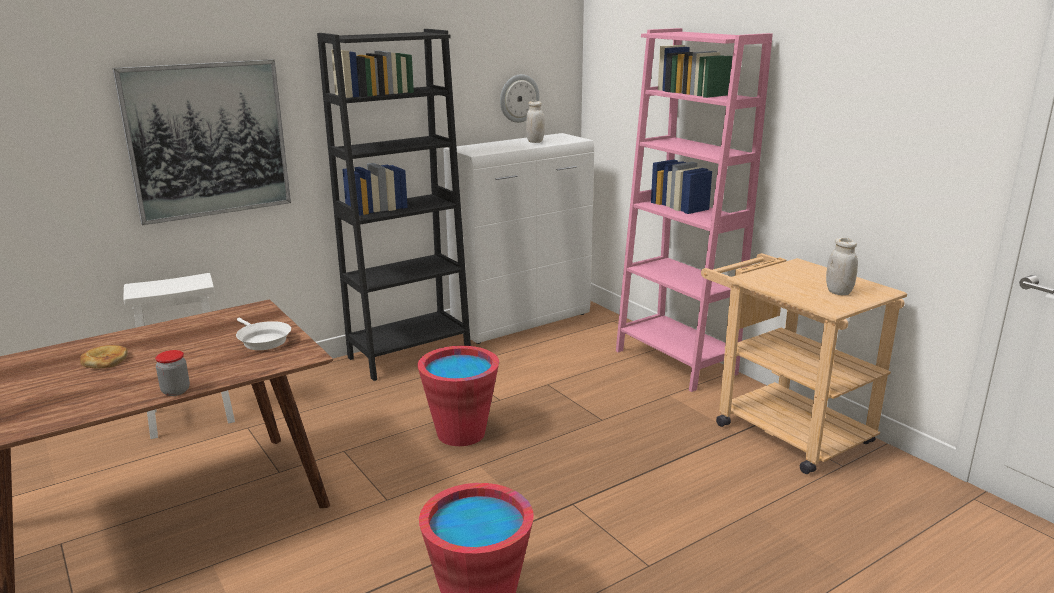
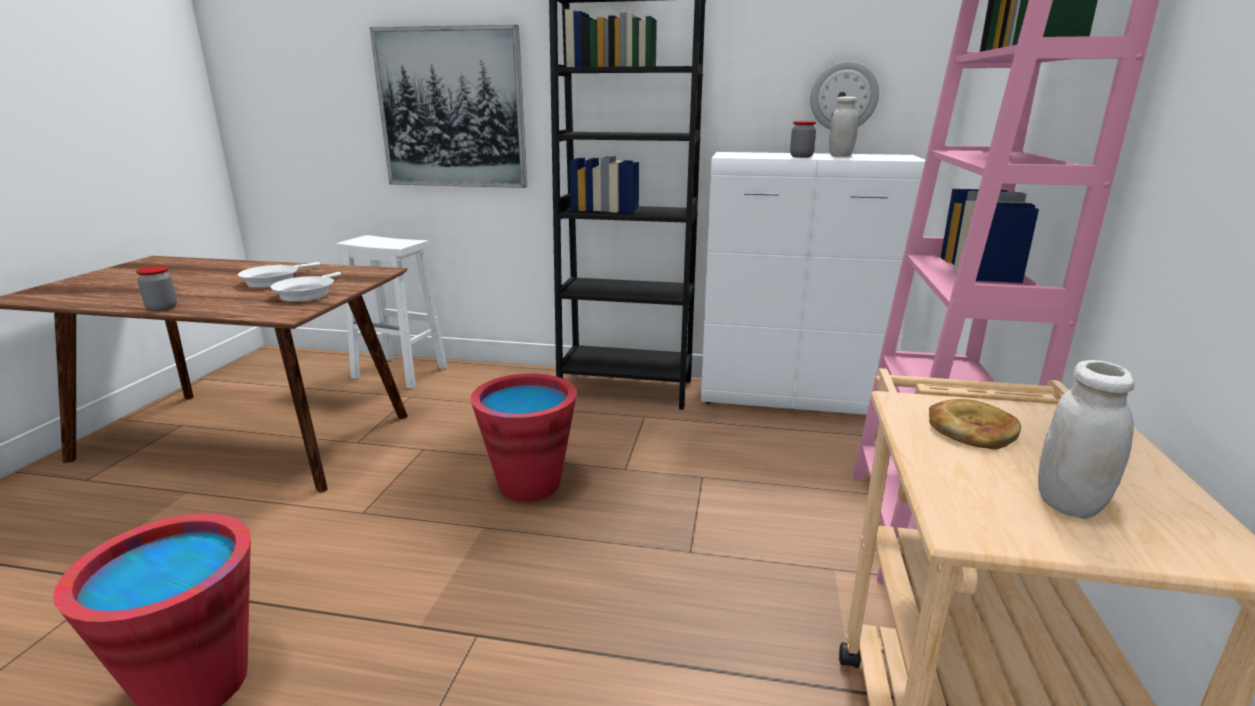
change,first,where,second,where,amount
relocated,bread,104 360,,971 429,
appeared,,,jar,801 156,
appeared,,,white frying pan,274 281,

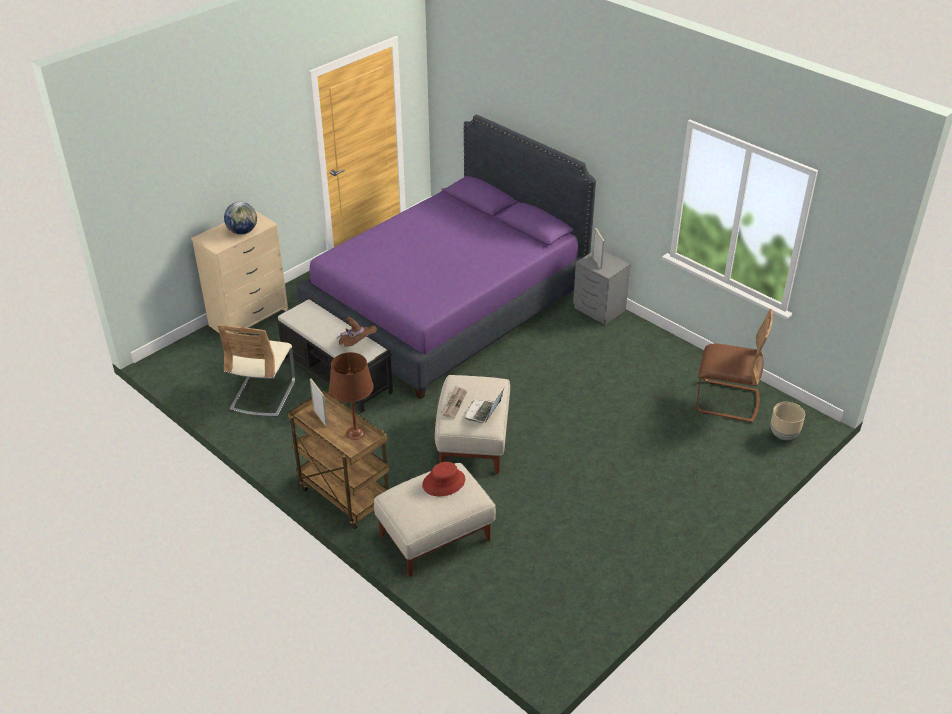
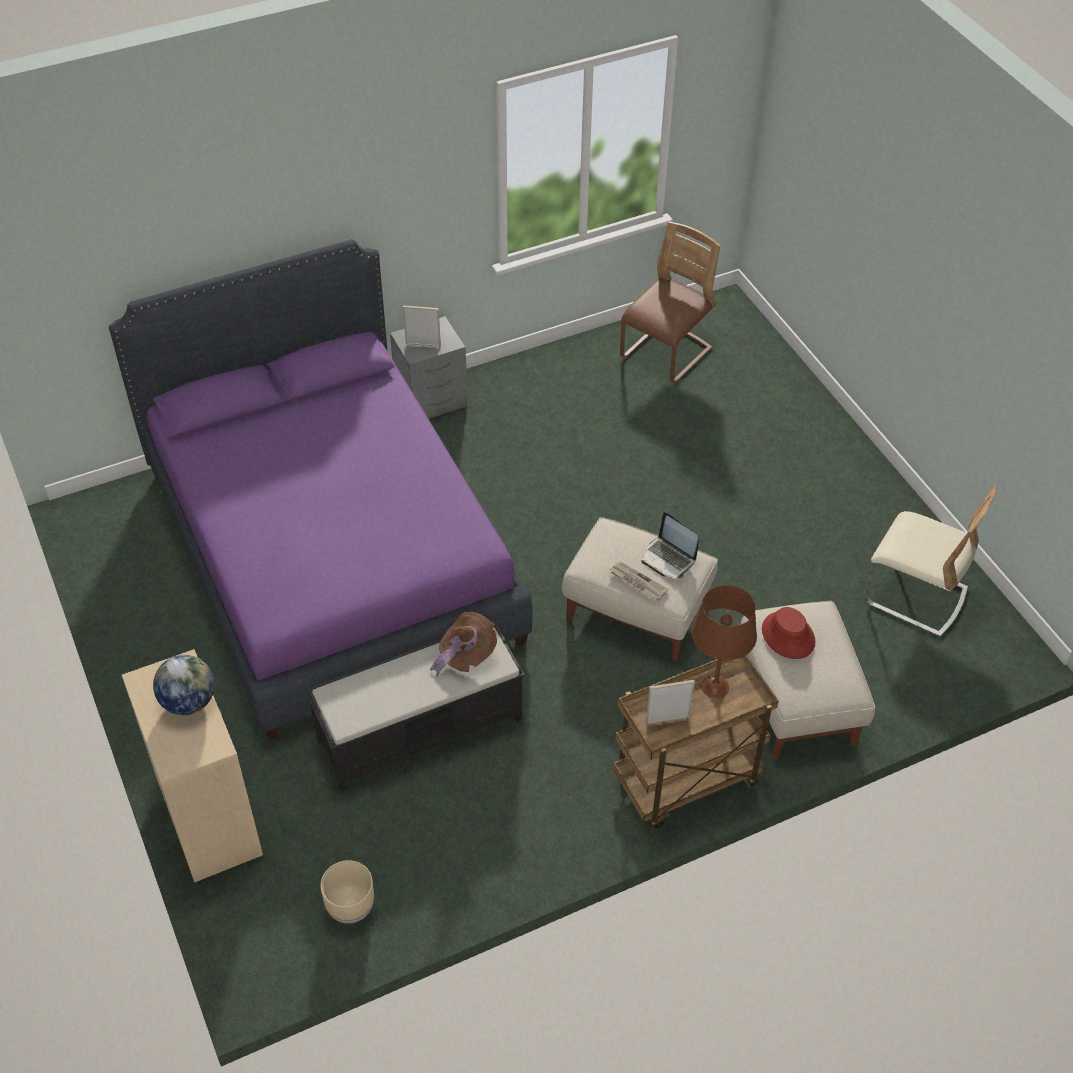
change,first,where,second,where,amount
relocated,beige chair,263 395,,915 596,
relocated,beige planter,783 434,,350 908,

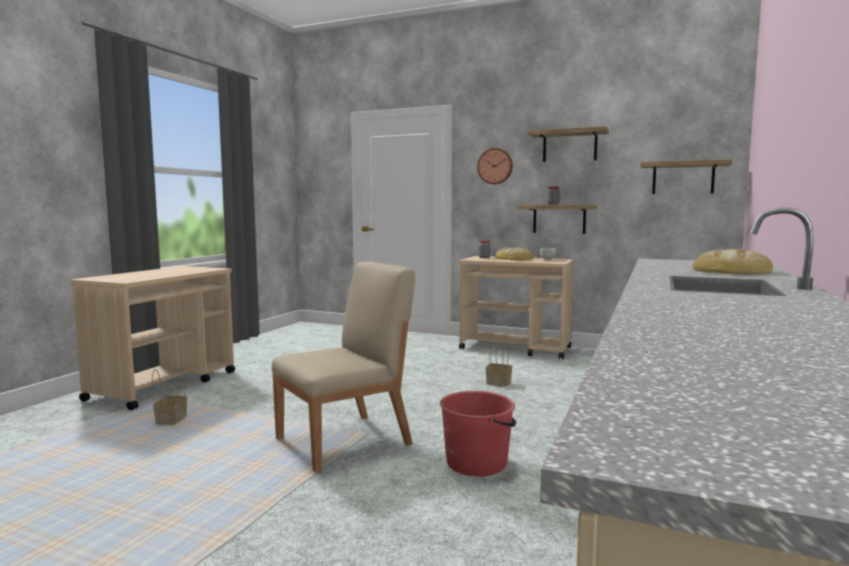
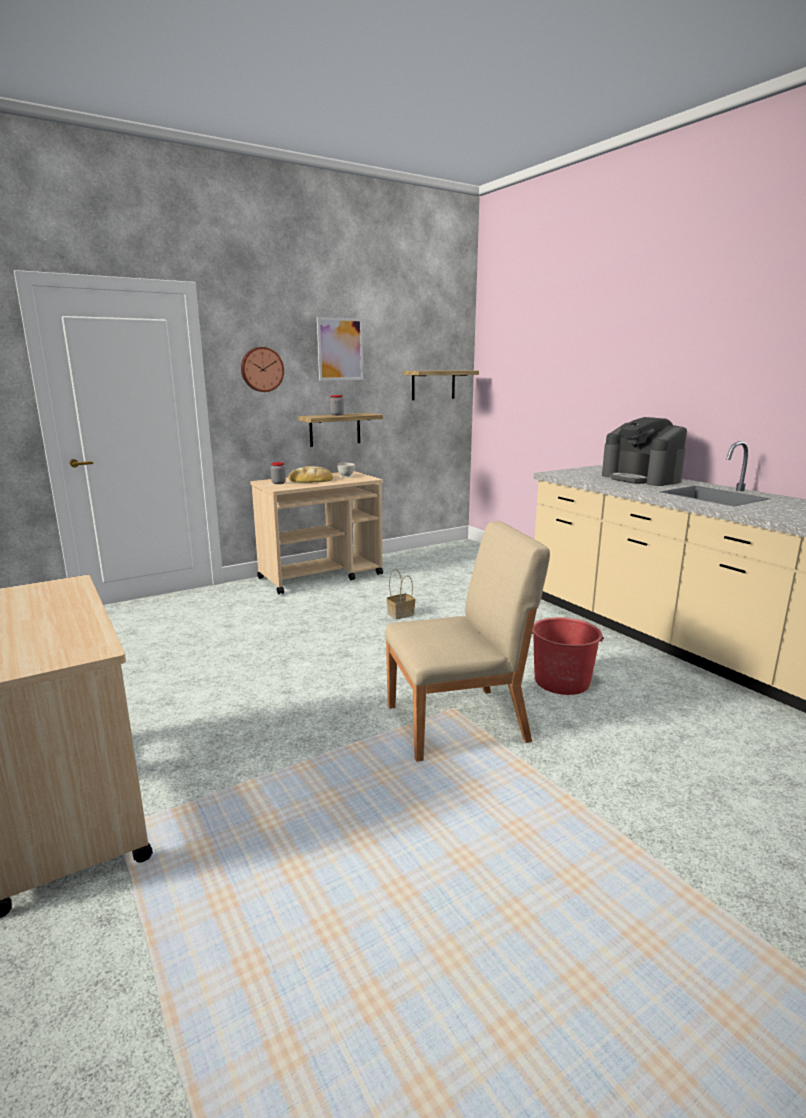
change,first,where,second,where,amount
exchanged,shelf,569 146,picture,340 349,
exchanged,bread,731 270,coffee machine,641 478,
spun,beige chair,345 441,,458 723,75 degrees clockwise
missing,basket,171 420,,,

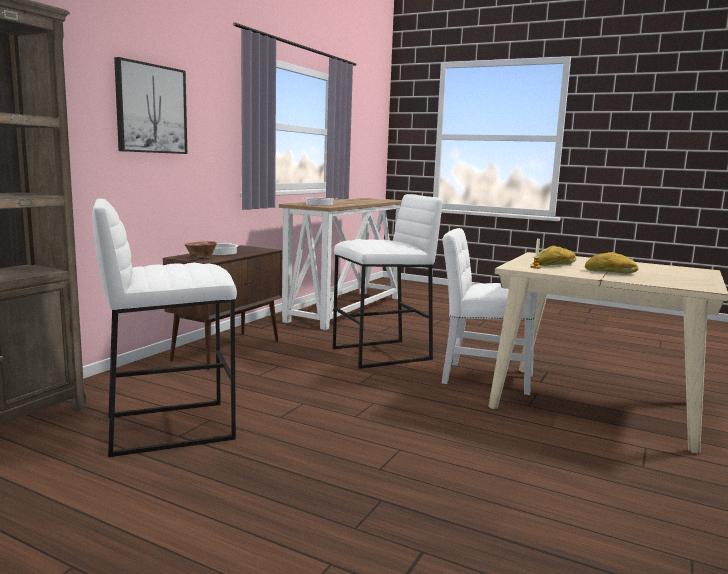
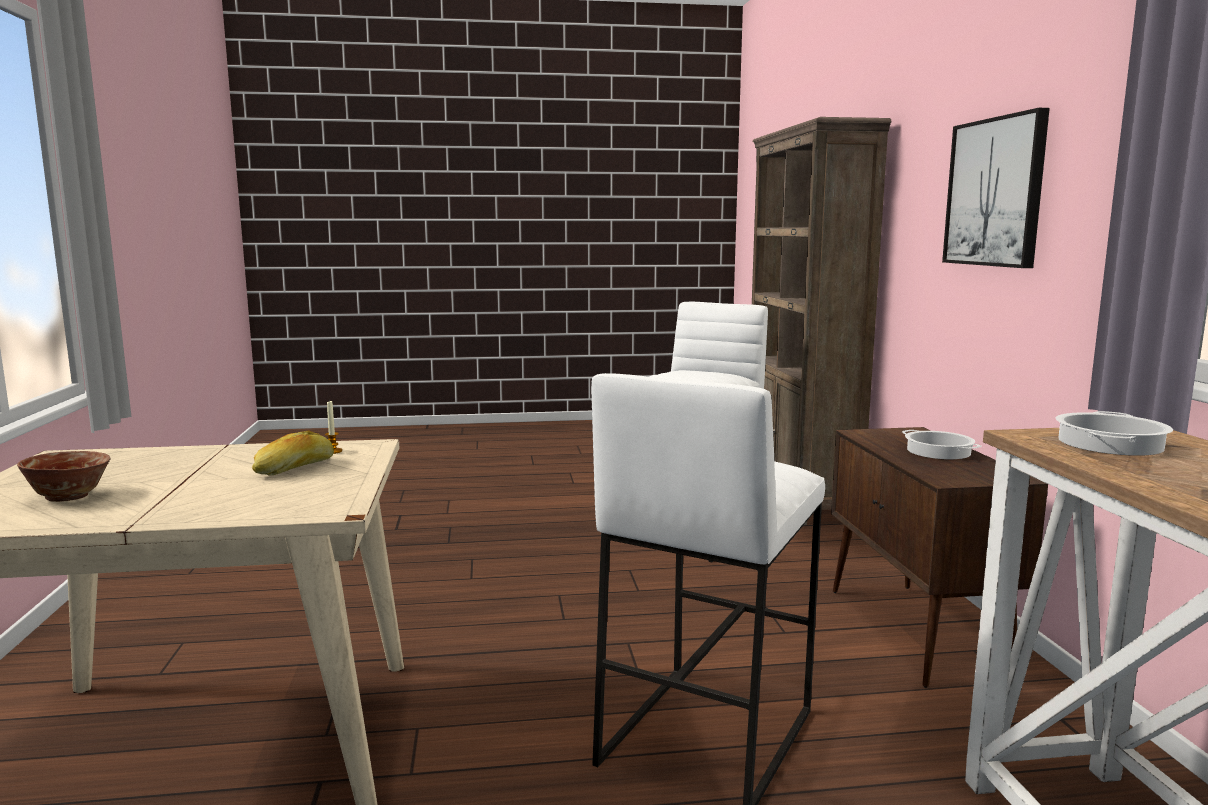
change,first,where,second,where,amount
missing,white chair,482 378,,,
relocated,bowl,201 258,,69 497,
missing,bread,610 272,,,

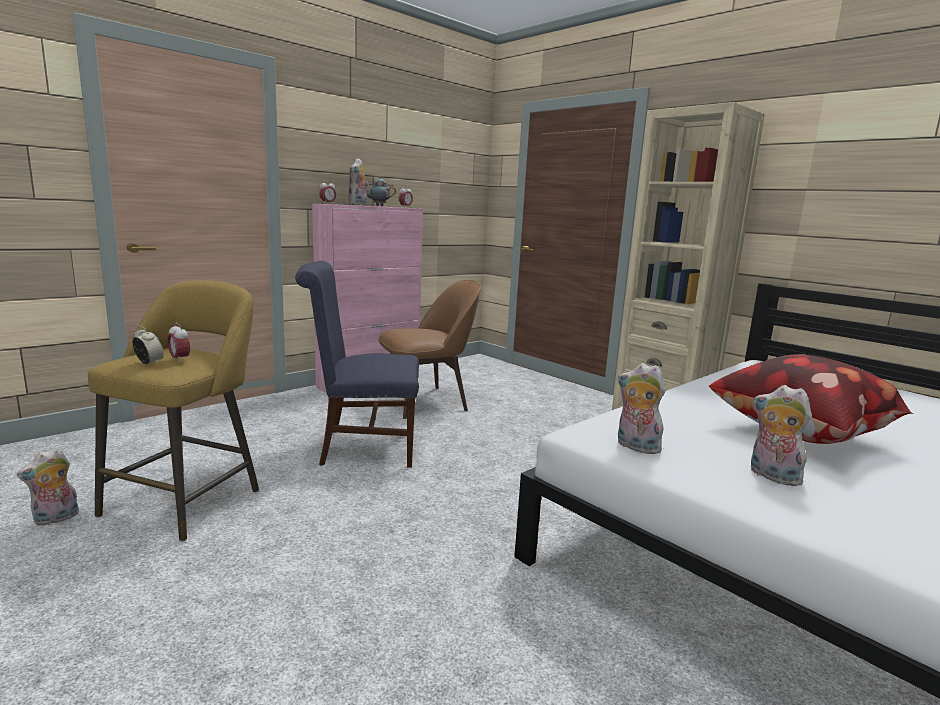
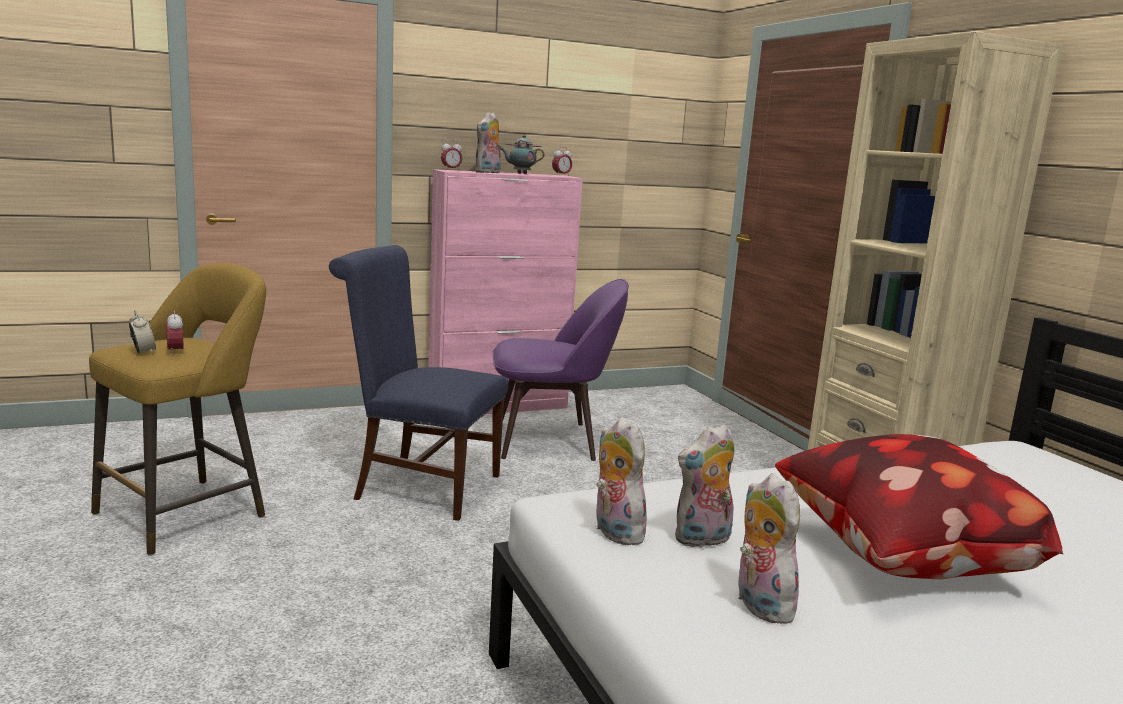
change,first,where,second,where,amount
colour,brown chair,426 401,purple chair,550 440,
relocated,plush toy,56 519,,702 540,

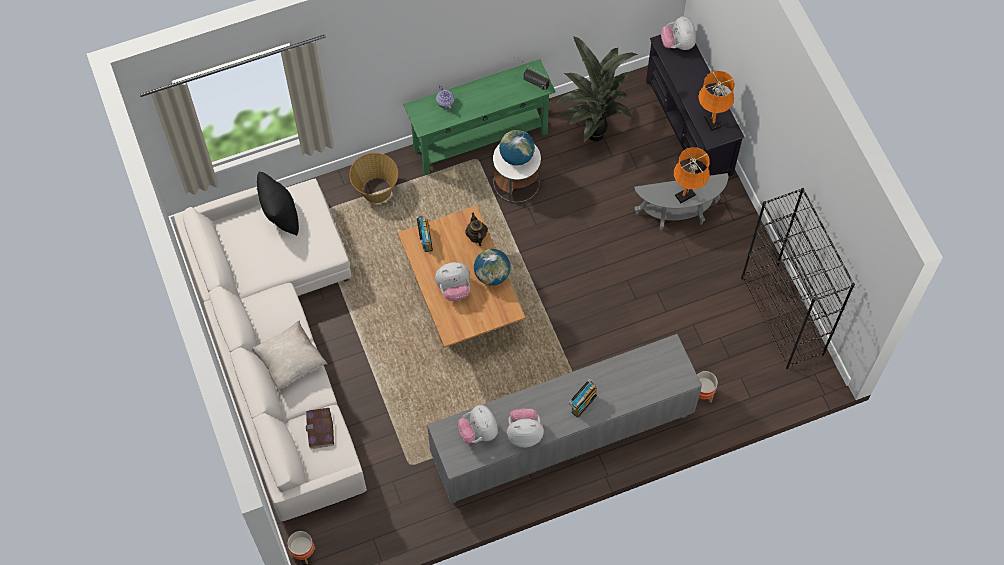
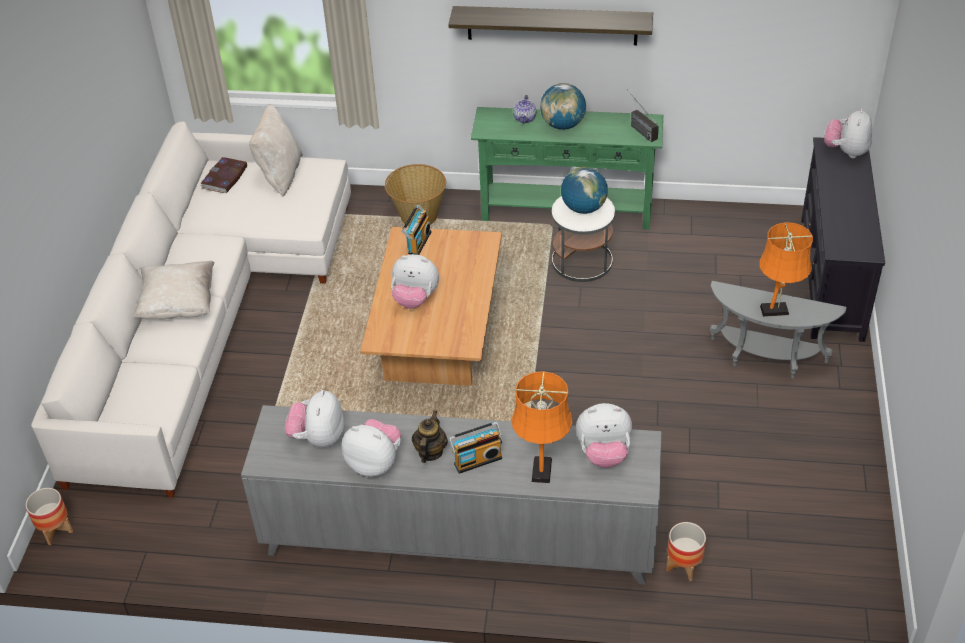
change,first,where,second,where,amount
missing,potted plant,593 131,,,
relocated,orange table lamp,711 120,,542 467,
colour,black pillow,280 215,beige pillow,280 175,
missing,black bookcase,782 316,,,
relocated,teapot,476 236,,430 452,
relocated,globe,492 275,,562 125,
relocated,book,320 429,,224 177,
appeared,,,shelf,552 25,
appeared,,,plush toy,603 453,

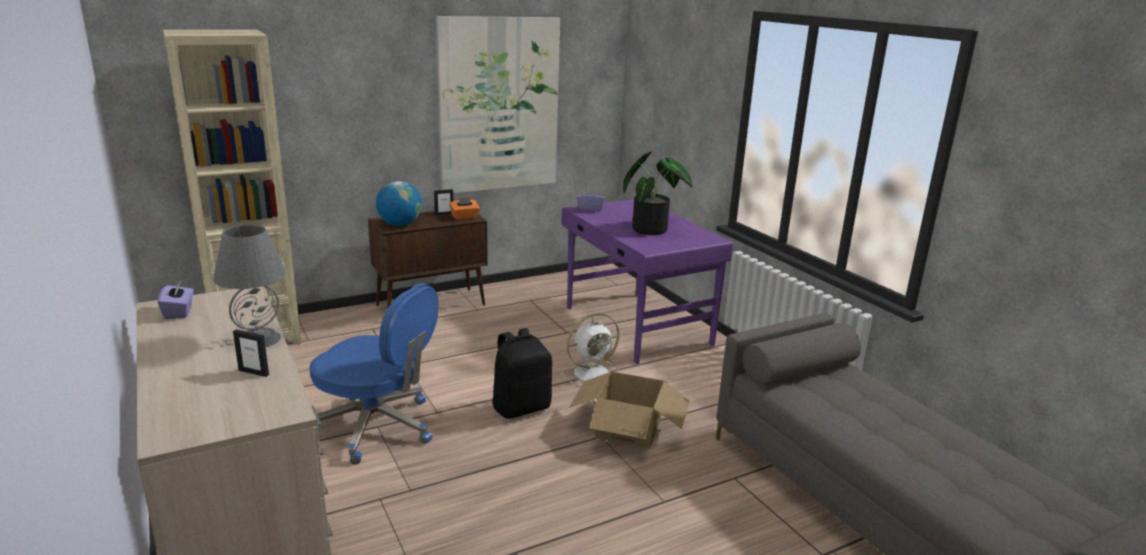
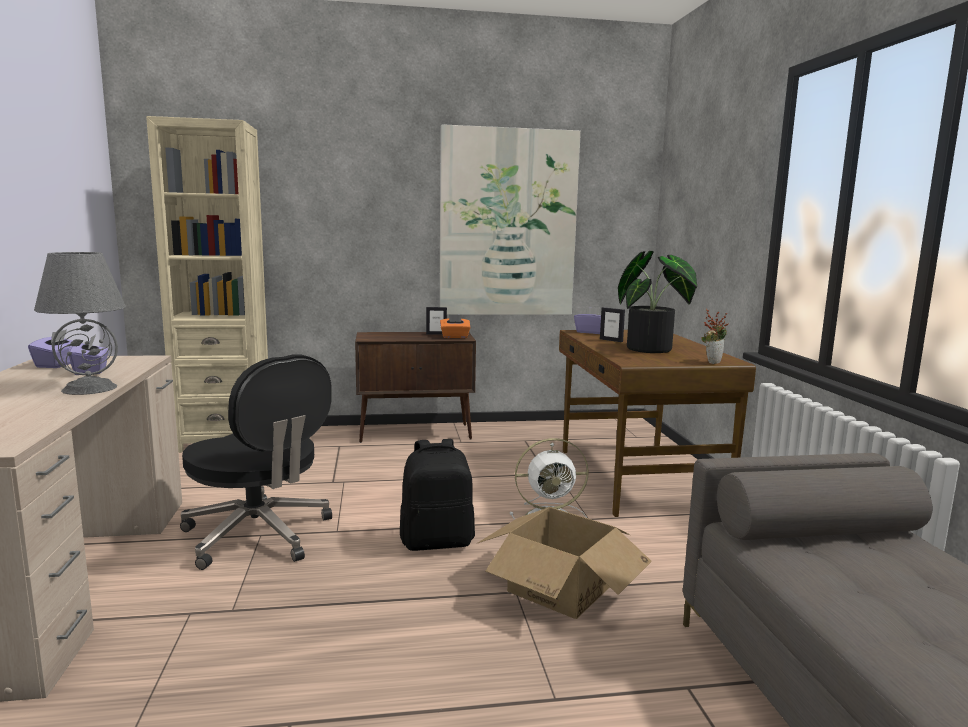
change,first,where,second,where,amount
missing,globe,400 224,,,
colour,purple desk,636 326,brown desk,637 478,
colour,blue office chair,377 427,black office chair,259 535,
relocated,picture frame,254 372,,611 340,
appeared,,,potted plant,712 362,
appeared,,,purple tissue box,91 371,

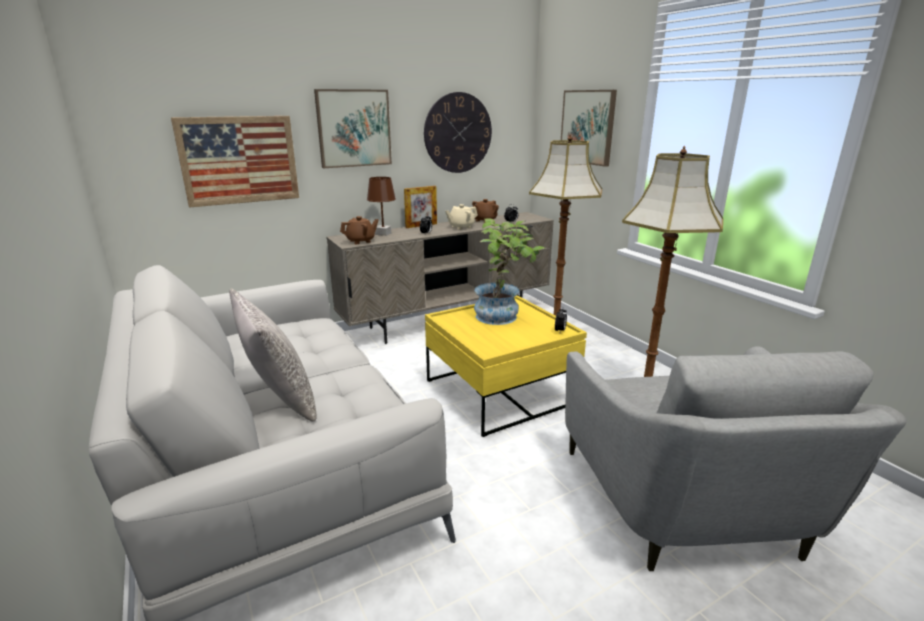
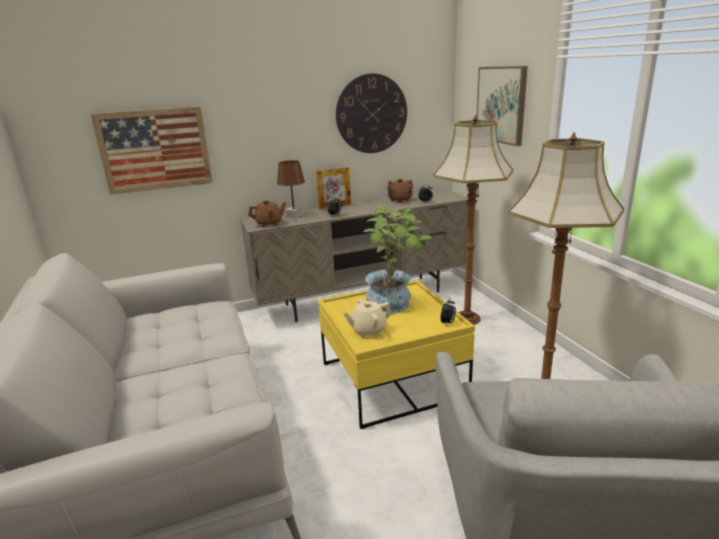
change,first,where,second,where,amount
missing,picture,354 128,,,
relocated,beige teapot,461 227,,368 330,
missing,grey pillow,279 398,,,

